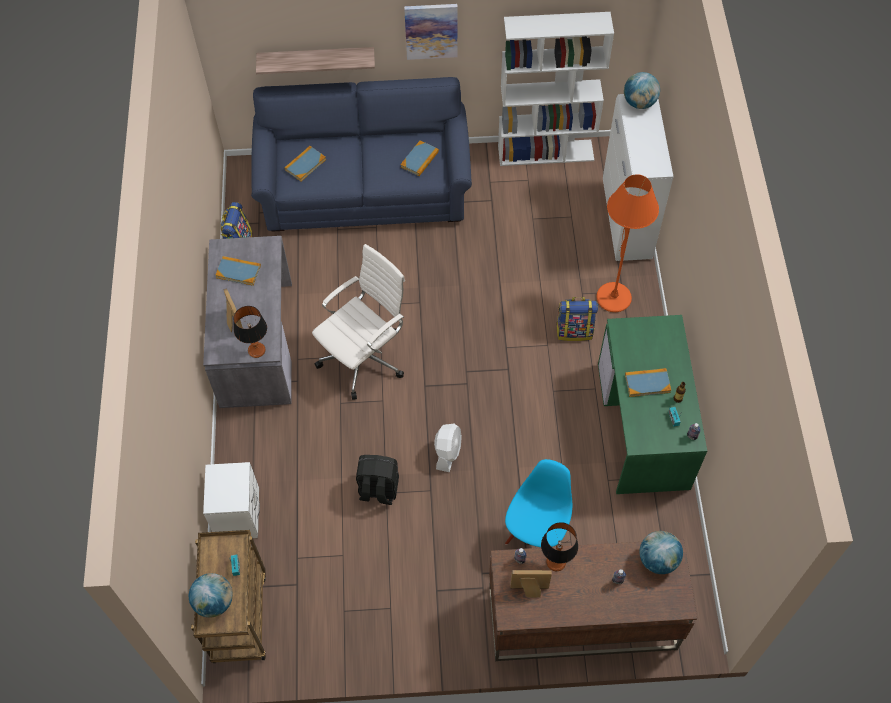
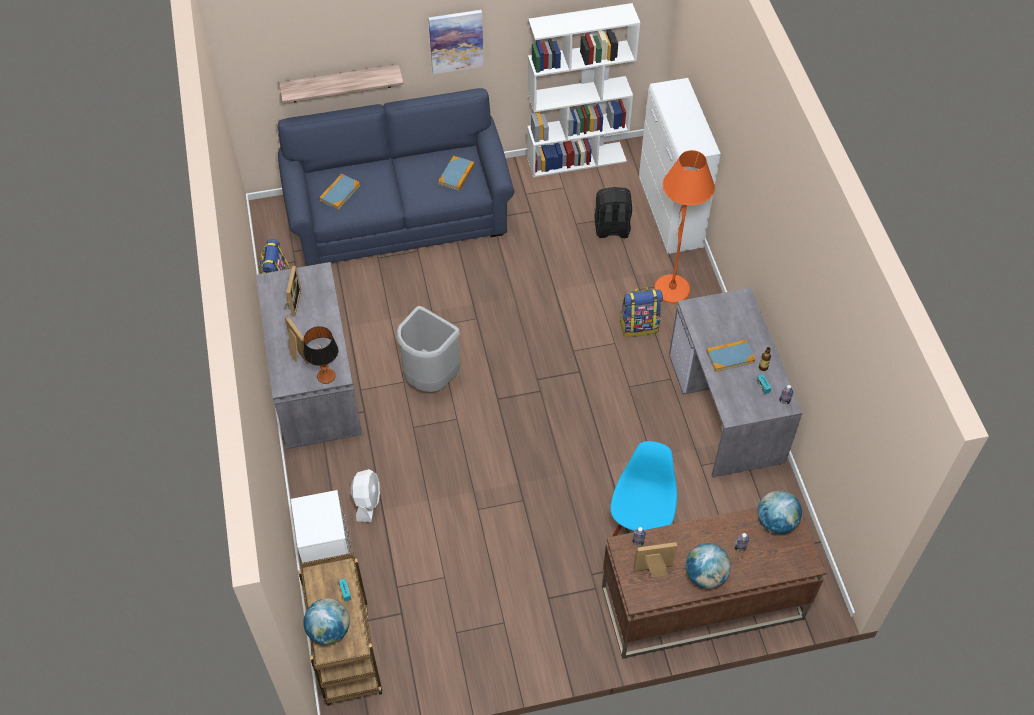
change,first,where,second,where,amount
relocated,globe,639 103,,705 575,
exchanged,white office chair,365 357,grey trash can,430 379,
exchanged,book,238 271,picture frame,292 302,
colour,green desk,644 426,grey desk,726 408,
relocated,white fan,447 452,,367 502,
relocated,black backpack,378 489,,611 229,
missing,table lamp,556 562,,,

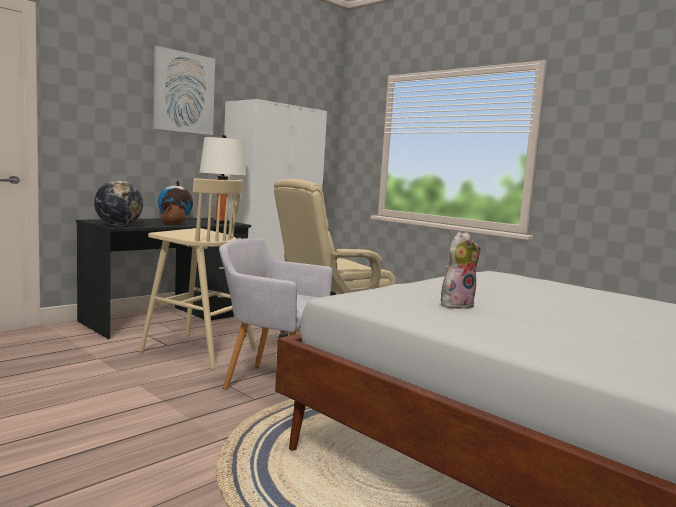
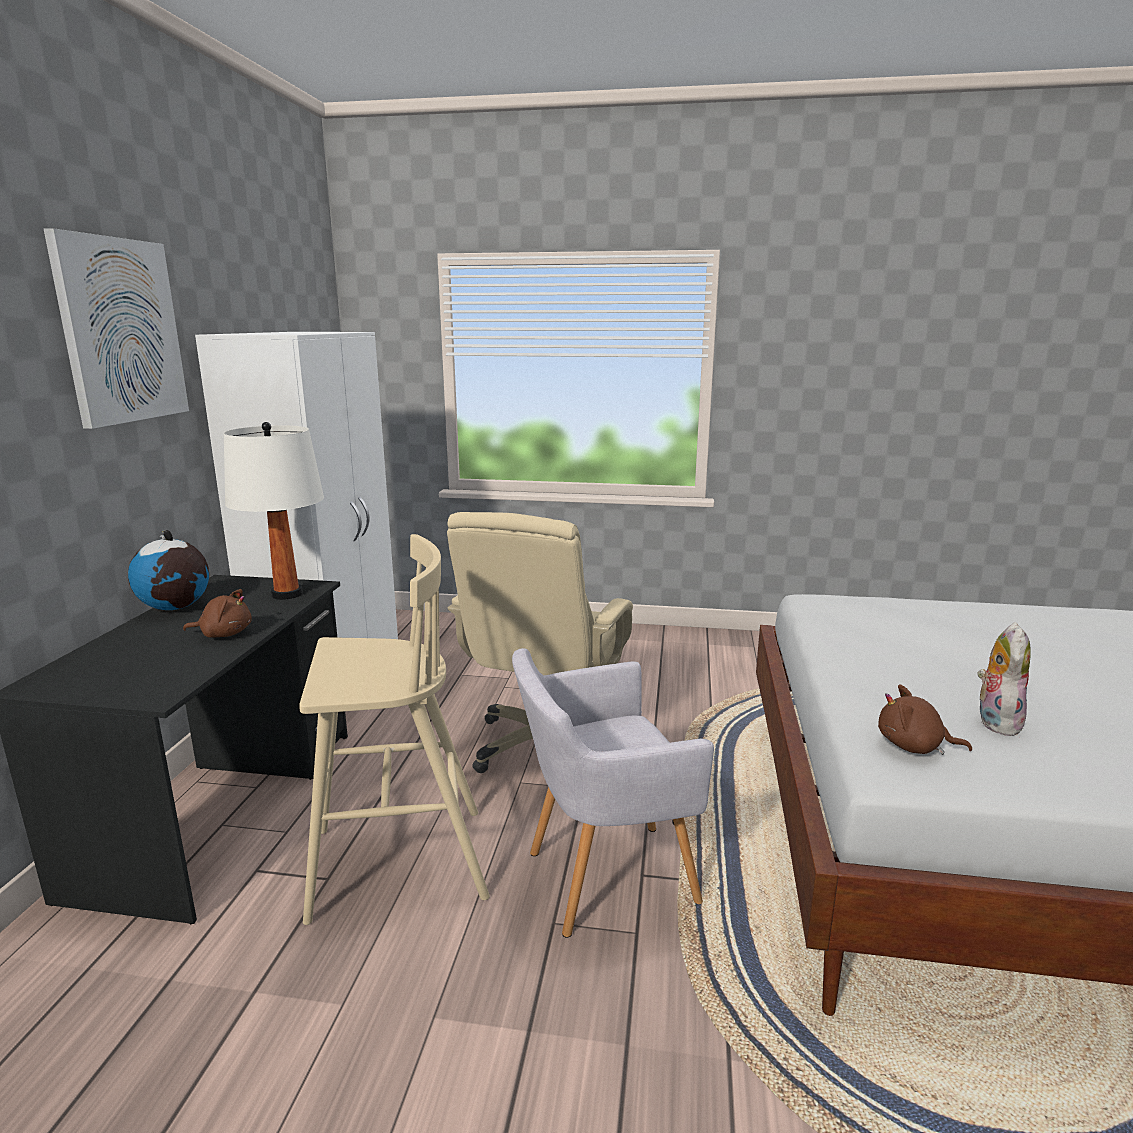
change,first,where,second,where,amount
missing,globe,118 226,,,
appeared,,,brown plush toy,914 746,

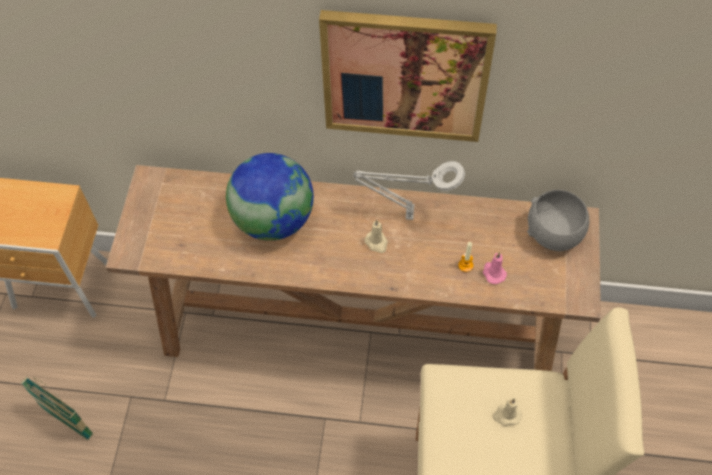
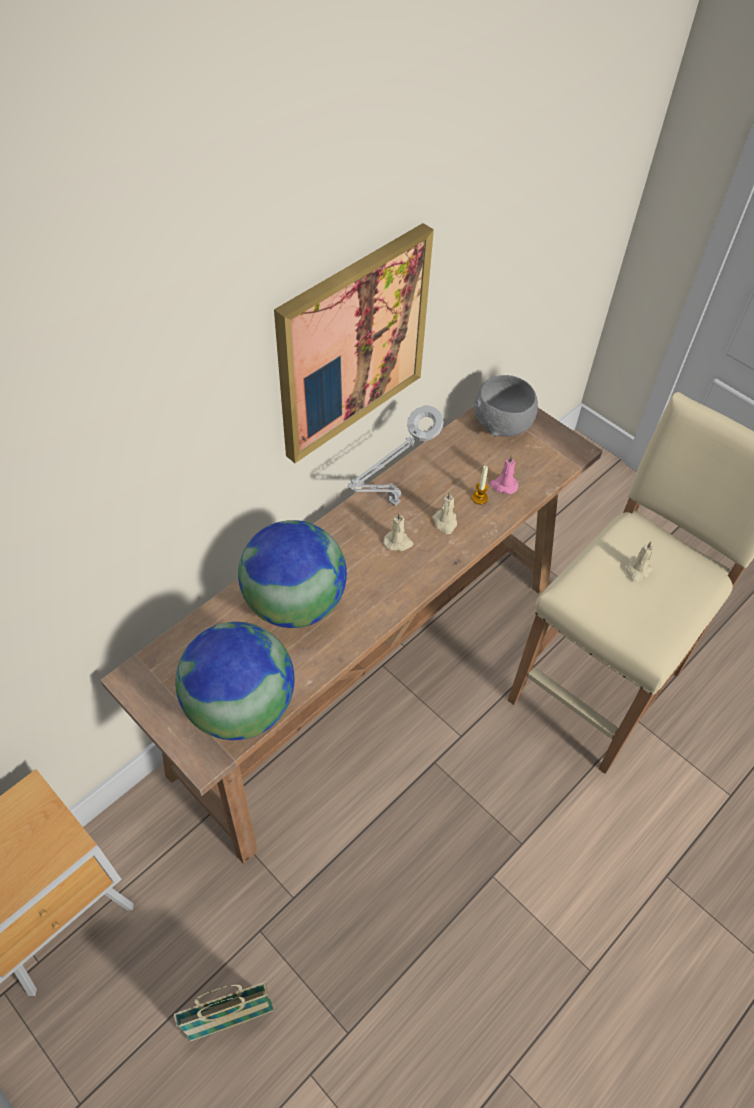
change,first,where,second,where,amount
appeared,,,beige candle,445 523,
appeared,,,globe,241 706,

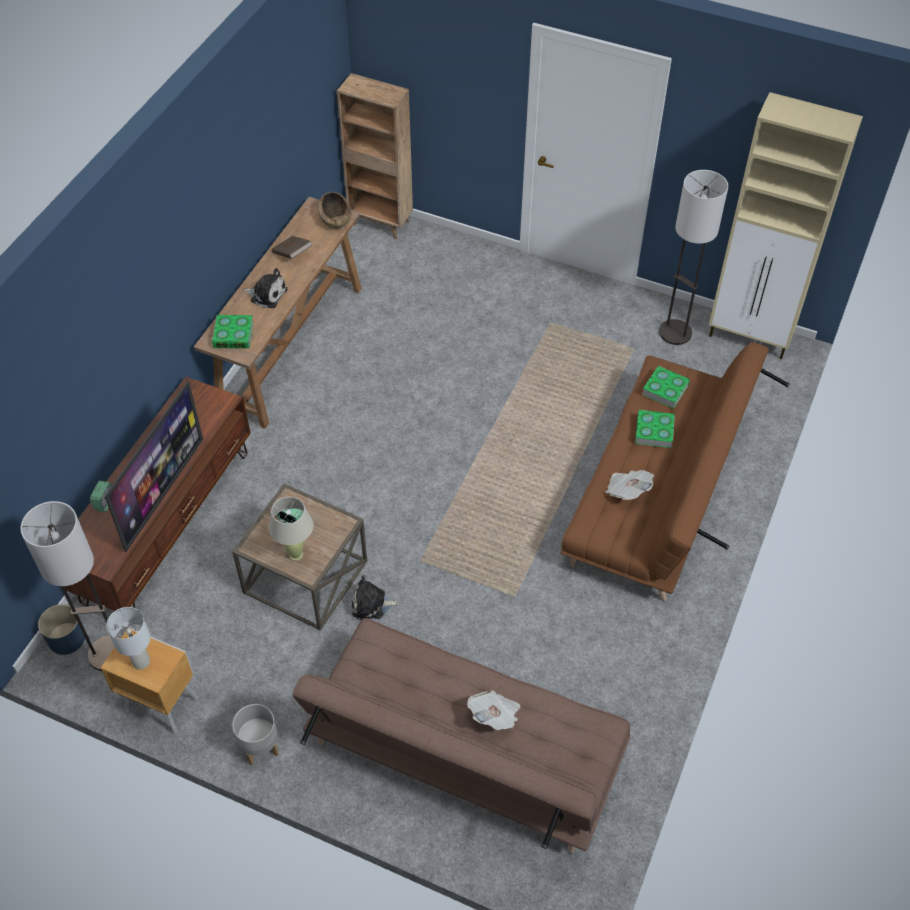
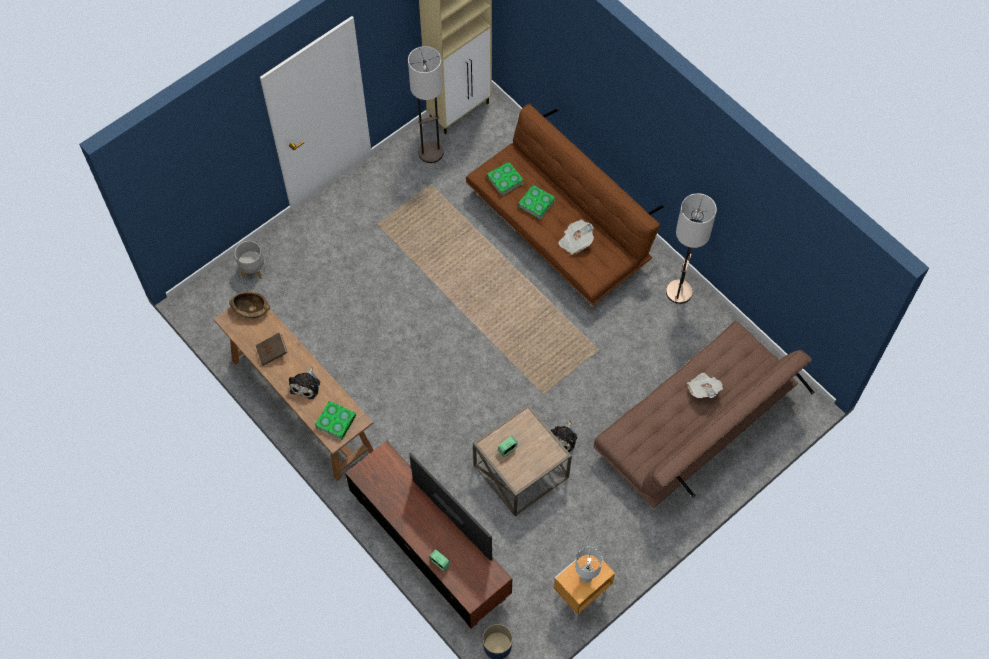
change,first,where,second,where,amount
missing,brown bookcase,381 223,,,
spun,plush toy,267 294,,306 385,150 degrees clockwise
missing,beige table lamp,296 555,,,
relocated,floor lamp,108 654,,679 292,
relocated,grey planter,259 747,,253 270,

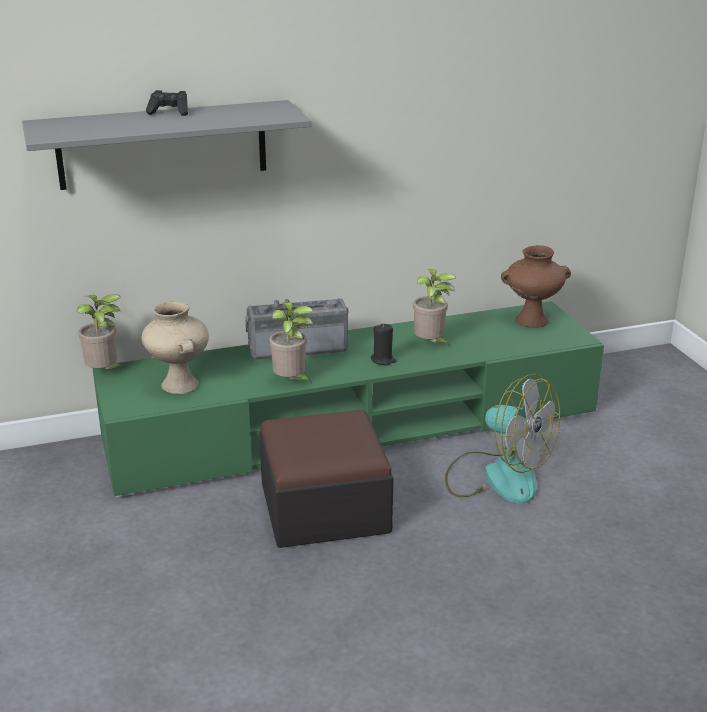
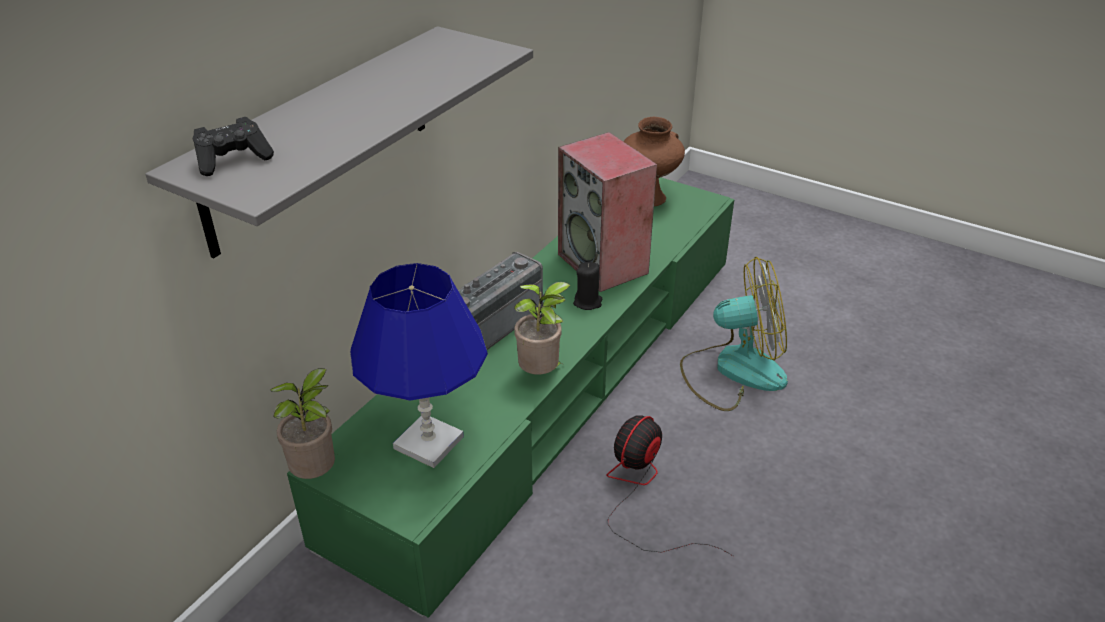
change,first,where,second,where,amount
relocated,black game controller,169 112,,233 160,
exchanged,potted plant,431 345,speaker,604 264,
exchanged,beige vase,178 385,blue table lamp,429 442,
exchanged,ottoman,324 508,fan,642 492,

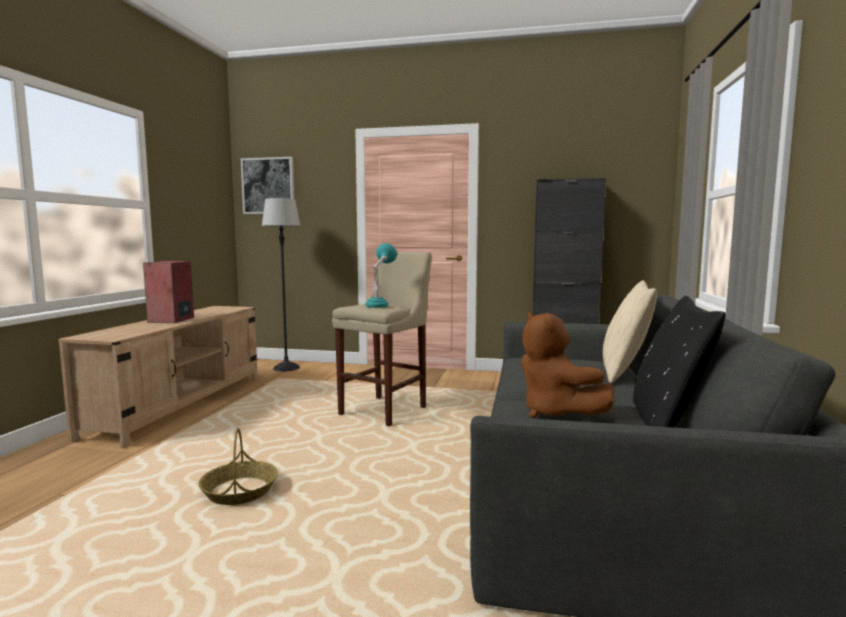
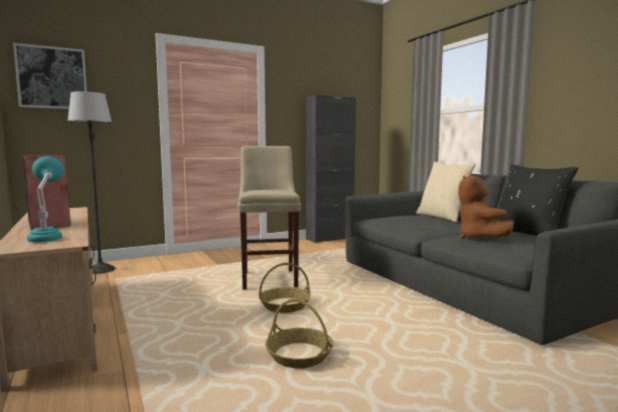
change,first,where,second,where,amount
relocated,turquoise table lamp,380 305,,48 237,
spun,brown plush toy,556 413,,479 238,60 degrees clockwise
appeared,,,basket,285 305,

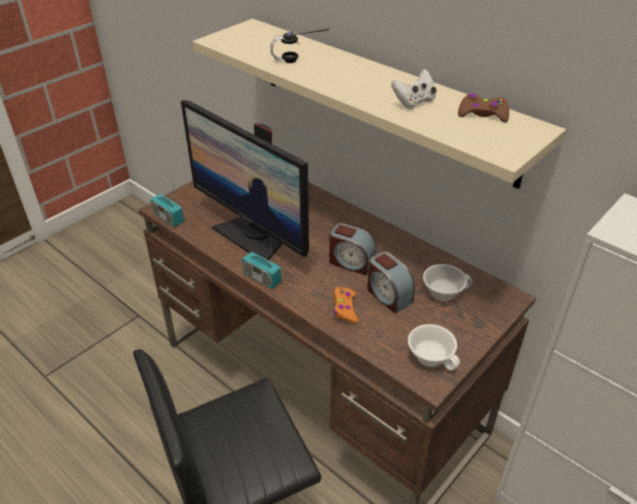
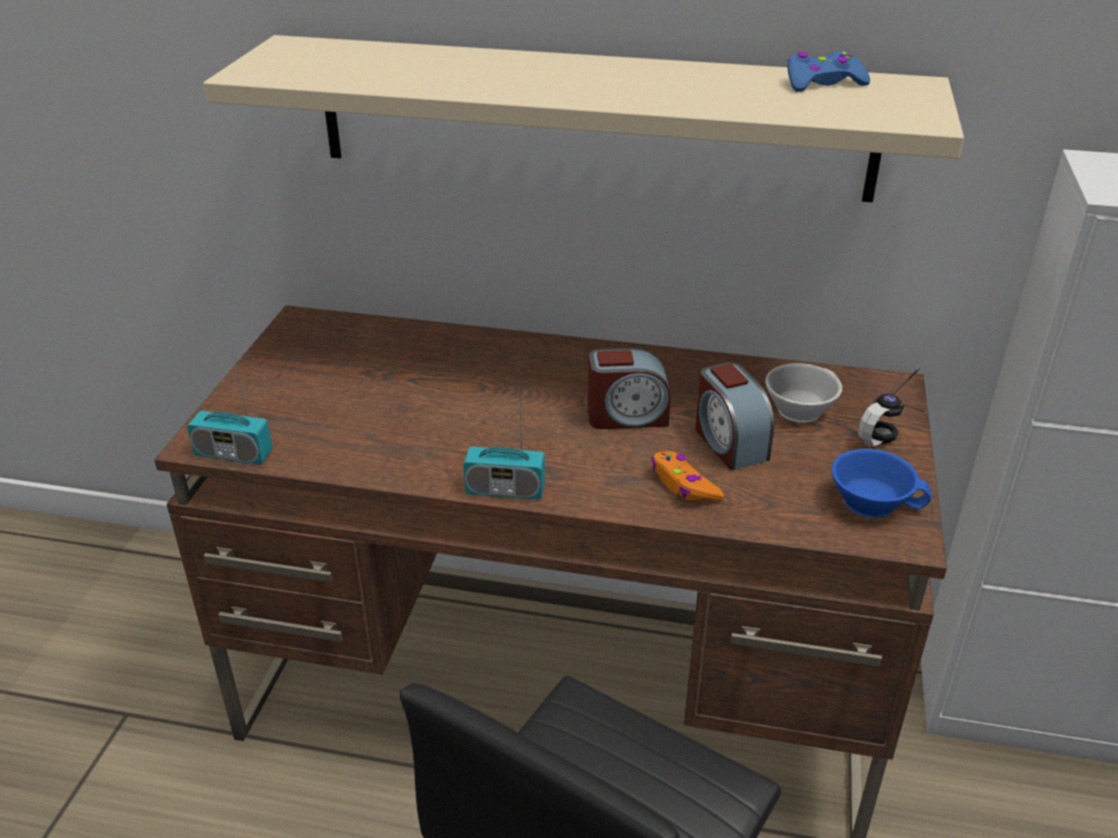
change,first,where,second,where,amount
relocated,headphones,301 62,,900 436,
missing,white game controller,414 102,,,
colour,brown game controller,482 114,blue game controller,823 83,
missing,monitor,253 236,,,
spun,alarm clock,388 295,,729 443,45 degrees clockwise
colour,white cup,432 355,blue cup,872 501,

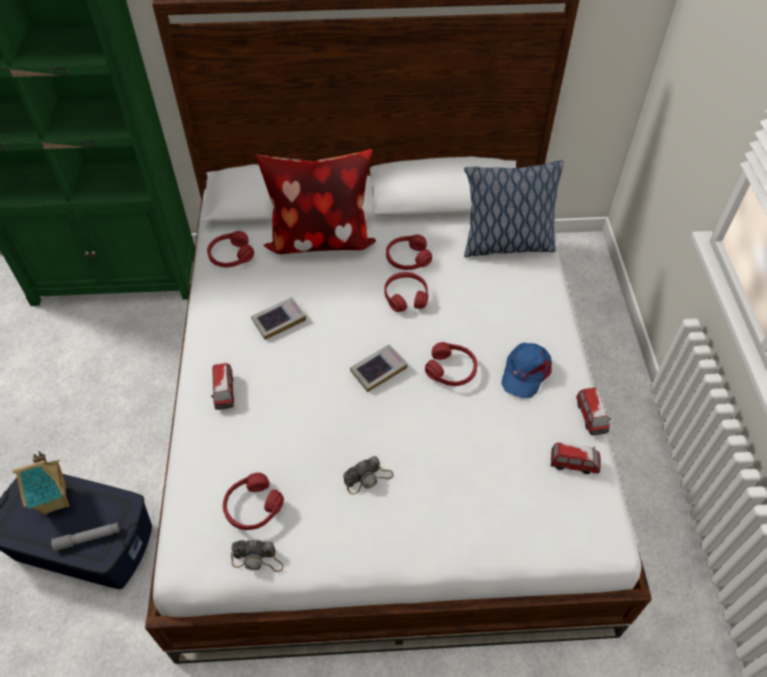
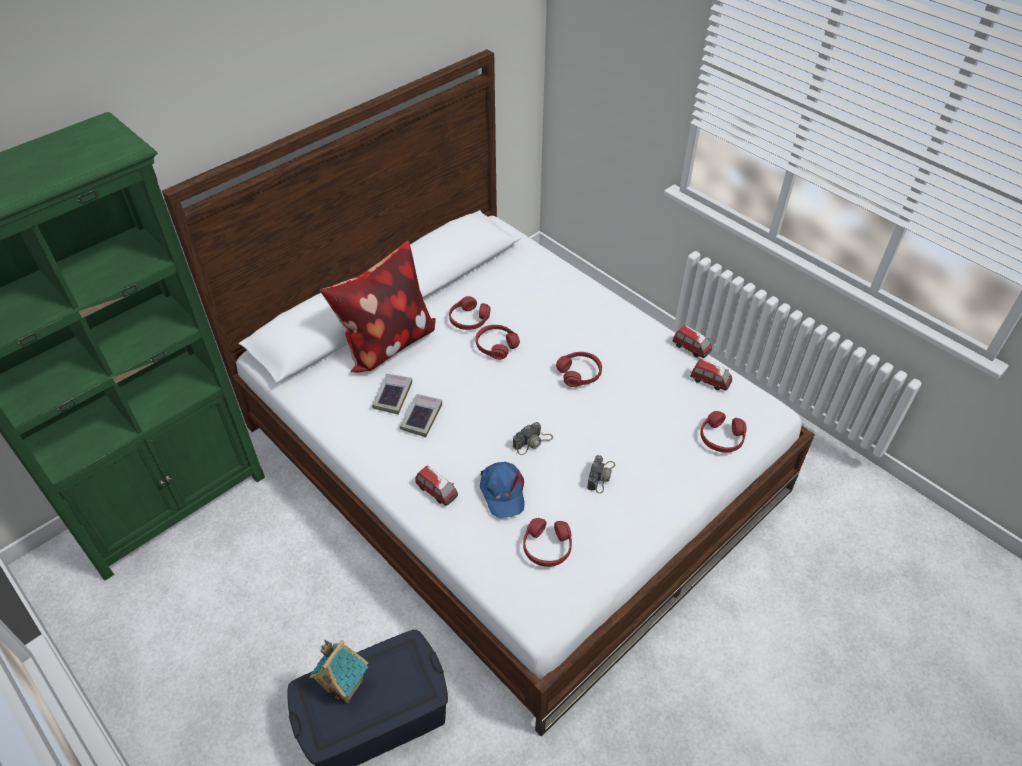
change,first,where,second,where,amount
missing,pillow,506 245,,,
relocated,red headphones,231 255,,721 438,
relocated,blue cap,525 372,,502 491,
relocated,book,378 370,,392 396,
spun,toy car,574 463,,710 381,60 degrees clockwise
missing,grey flashlight,88 538,,,
relocated,photo camera,258 560,,532 442,

